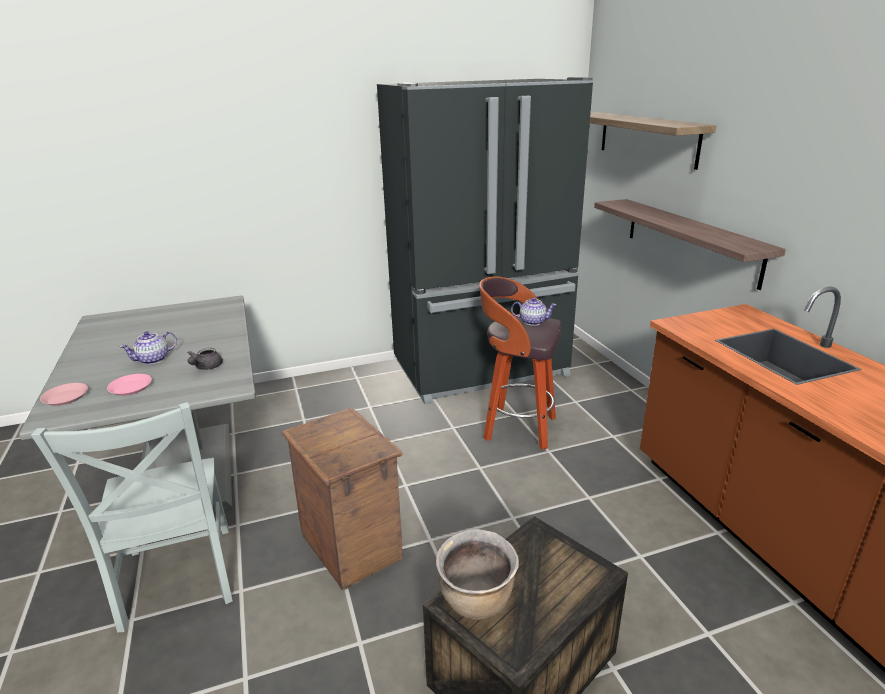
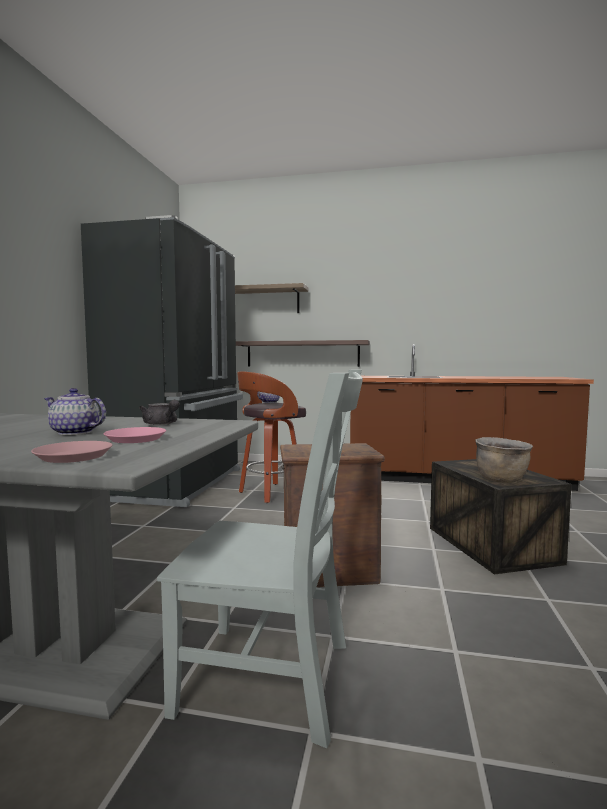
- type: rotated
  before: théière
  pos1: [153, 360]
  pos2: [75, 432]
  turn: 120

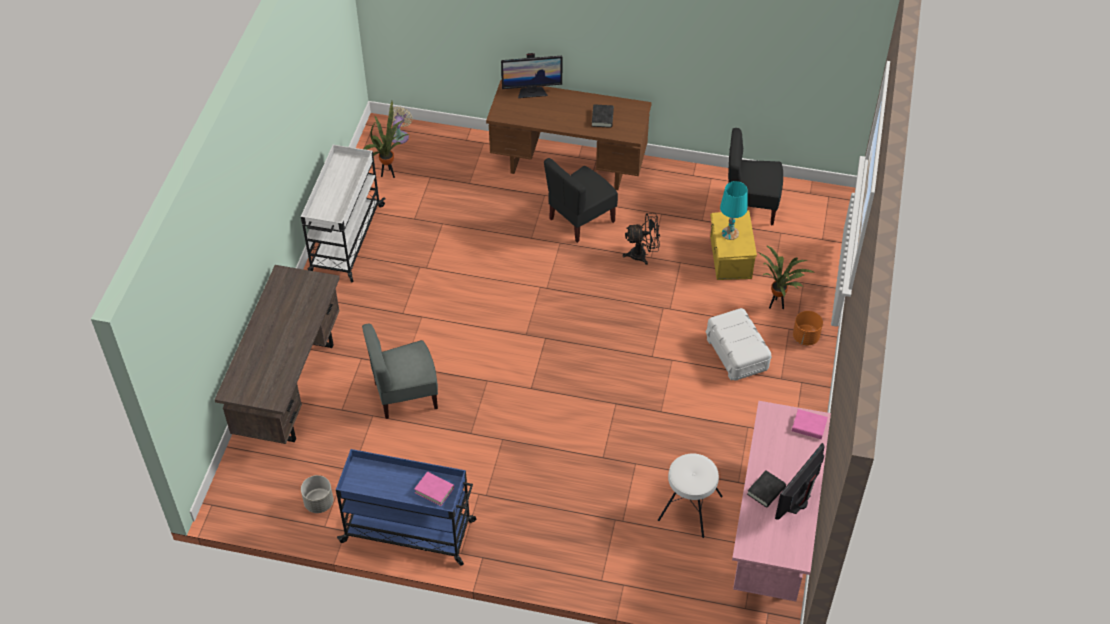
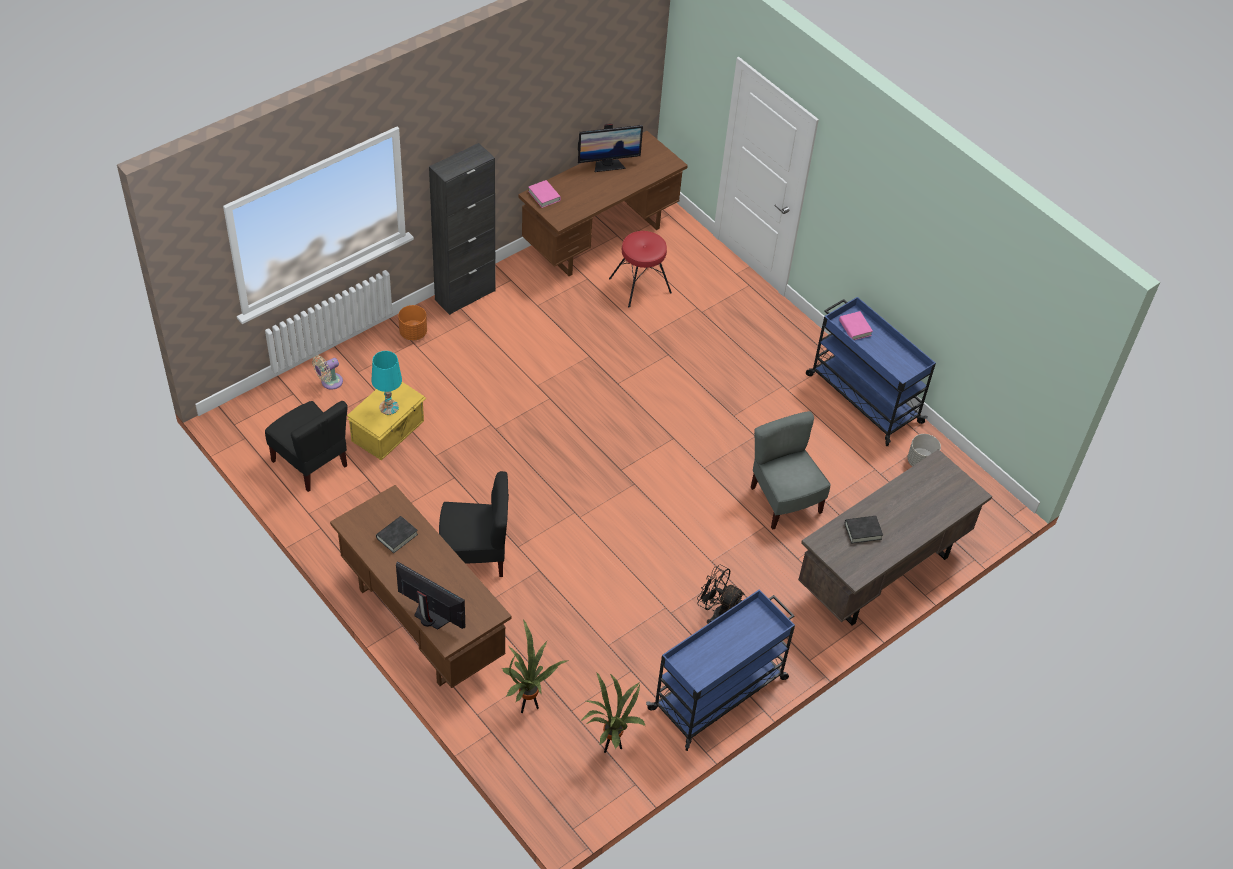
- type: repainted
  before: chariot (blanc)
  after: chariot (bleu)
  pos1: [346, 240]
  pos2: [719, 693]
- type: rotated
  before: chaise (gris)
  pos1: [405, 395]
  pos2: [784, 500]
  turn: -135
- type: shifted
  before: ventilateur (beige)
  pos1: [400, 136]
  pos2: [329, 382]
- type: shifted
  before: ventilateur (noir)
  pos1: [642, 254]
  pos2: [717, 613]
- type: repainted
  before: tabouret (blanc)
  after: tabouret (rouge)
  pos1: [689, 508]
  pos2: [640, 286]
- type: gone
  before: boîte de rangement (blanc)
  pos1: [737, 353]
- type: repainted
  before: bureau (rose)
  after: bureau (marron)
  pos1: [773, 533]
  pos2: [600, 238]
- type: shifted
  before: livre (noir)
  pos1: [766, 491]
  pos2: [863, 531]
- type: shifted
  before: plante en pot
  pos1: [776, 306]
  pos2: [528, 705]
- type: new
  after: meuble de rangement (noir)
  pos2: [465, 295]

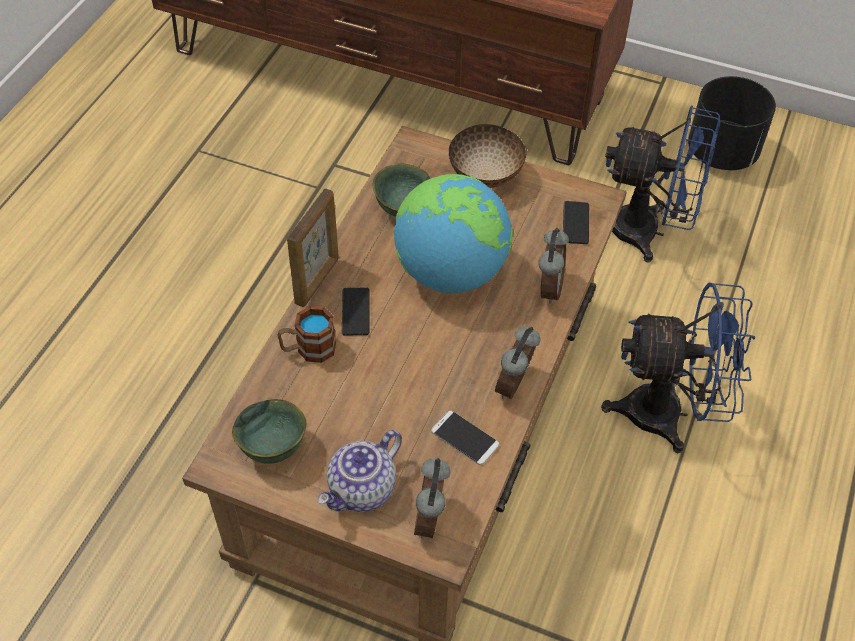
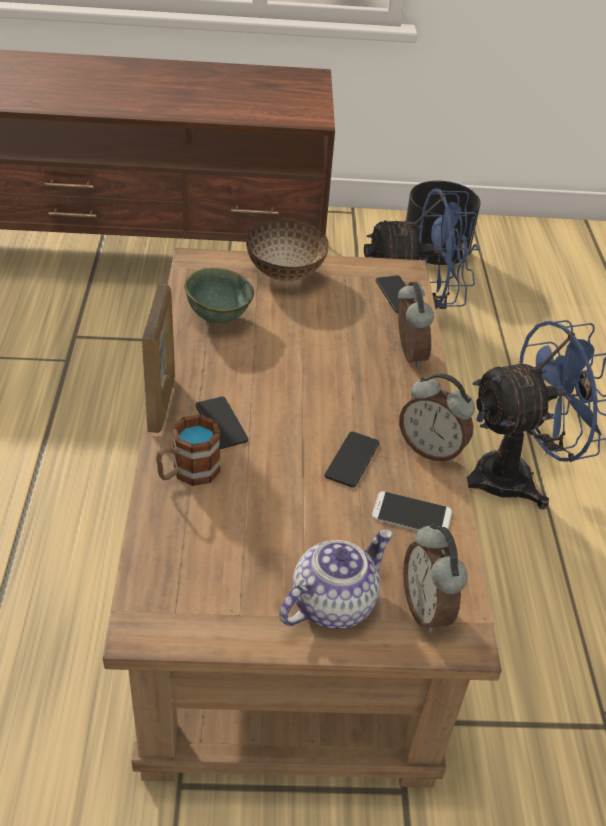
- type: gone
  before: bol (vert)
  pos1: [272, 449]
- type: rotated
  before: théière
  pos1: [362, 490]
  pos2: [333, 602]
  turn: -150
- type: gone
  before: globe
  pos1: [450, 272]
- type: rotated
  before: réveil
  pos1: [515, 385]
  pos2: [431, 450]
  turn: -60
- type: new
  after: téléphone
  pos2: [352, 460]

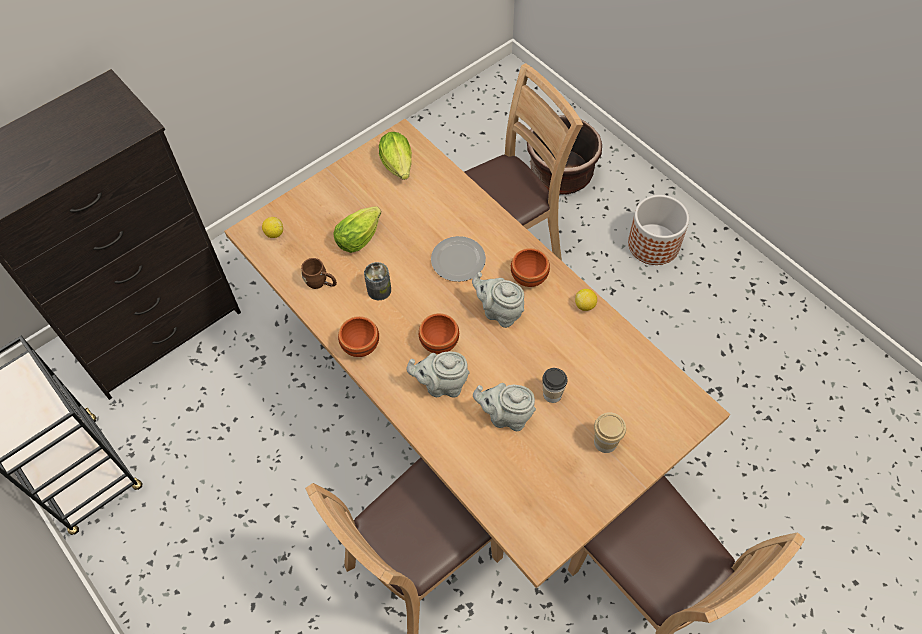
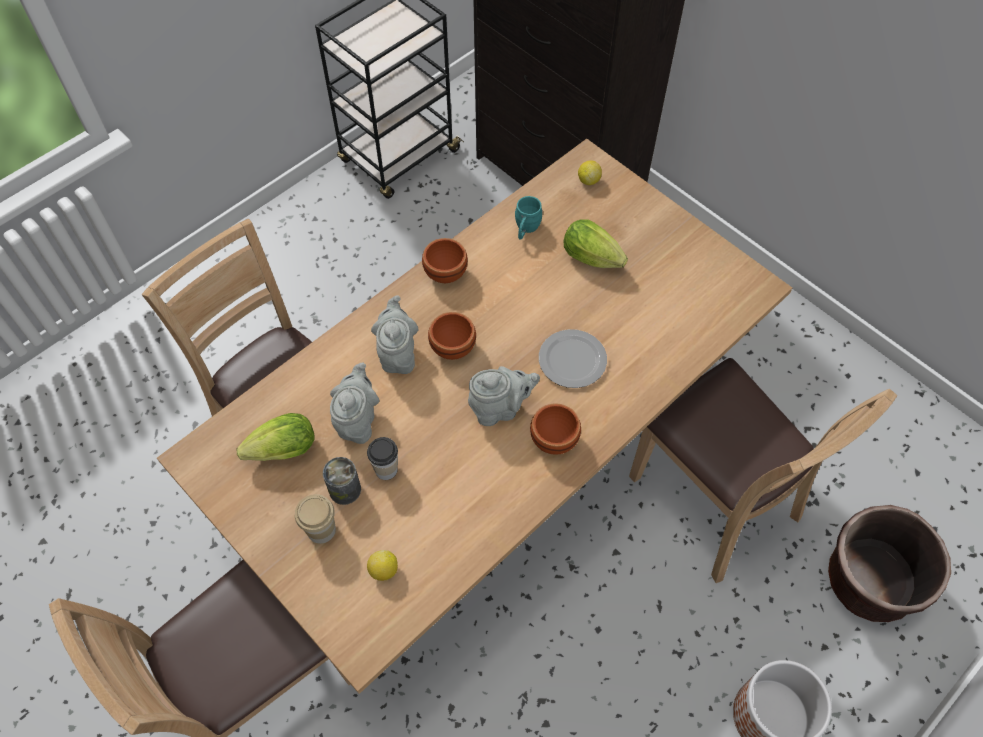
- type: repainted
  before: mug (marron)
  after: mug (turquoise)
  pos1: [321, 283]
  pos2: [526, 229]
- type: shifted
  before: boîte métallique
  pos1: [379, 290]
  pos2: [345, 489]
- type: shifted
  before: laitue
  pos1: [399, 168]
  pos2: [279, 451]
- type: rotated
  before: théière (gris)
  pos1: [499, 312]
  pos2: [500, 408]
  turn: 45
- type: shifted
  before: citron
  pos1: [585, 305]
  pos2: [383, 570]

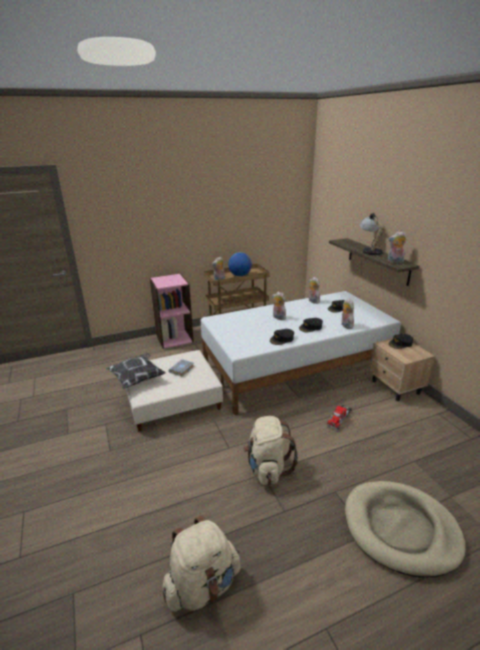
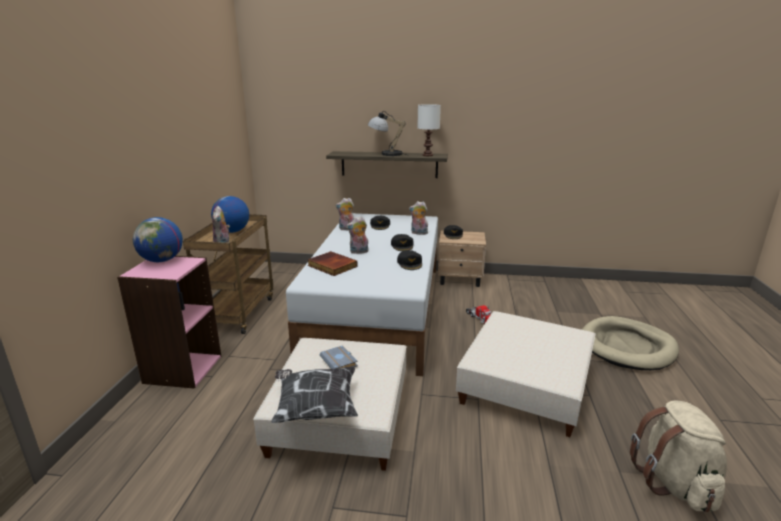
- type: swapped
  before: sac à dos (beige)
  after: pouf (beige)
  pos1: [267, 468]
  pos2: [526, 384]
- type: swapped
  before: peluche
  after: lampe de table (blanc)
  pos1: [394, 261]
  pos2: [427, 155]
- type: new
  after: globe
  pos2: [162, 260]
- type: new
  after: livre
  pos2: [331, 266]

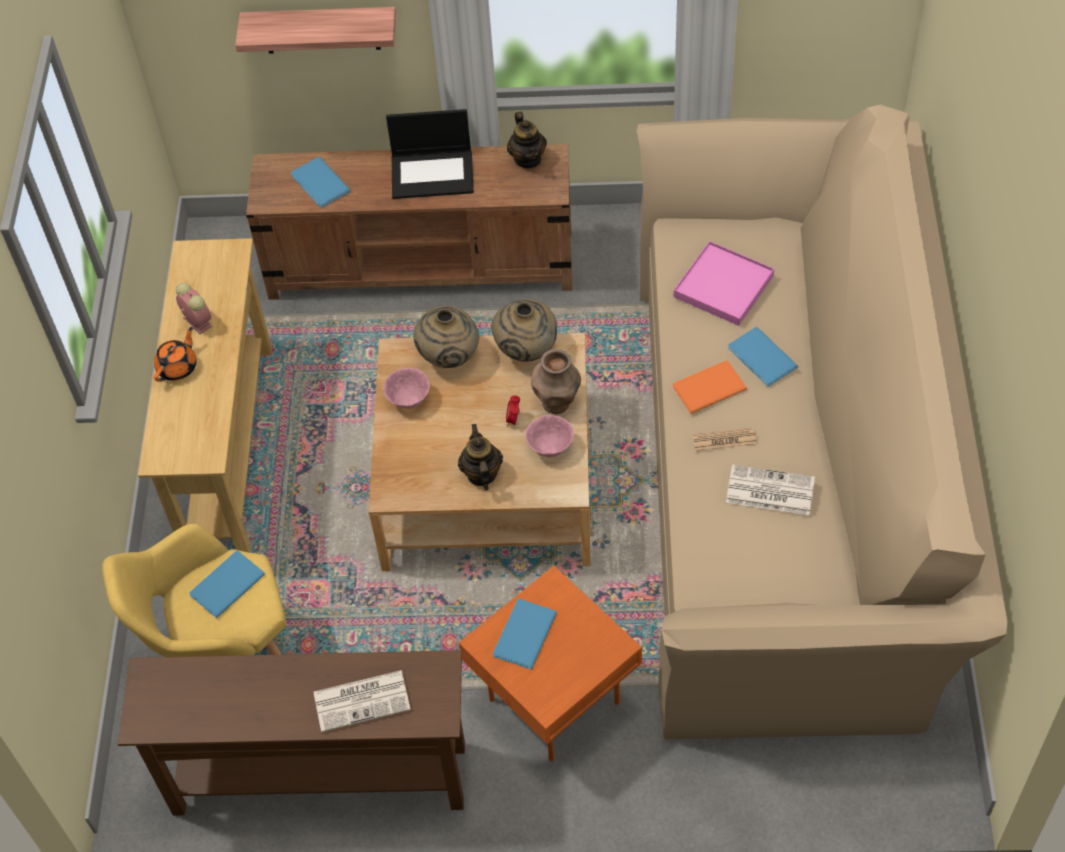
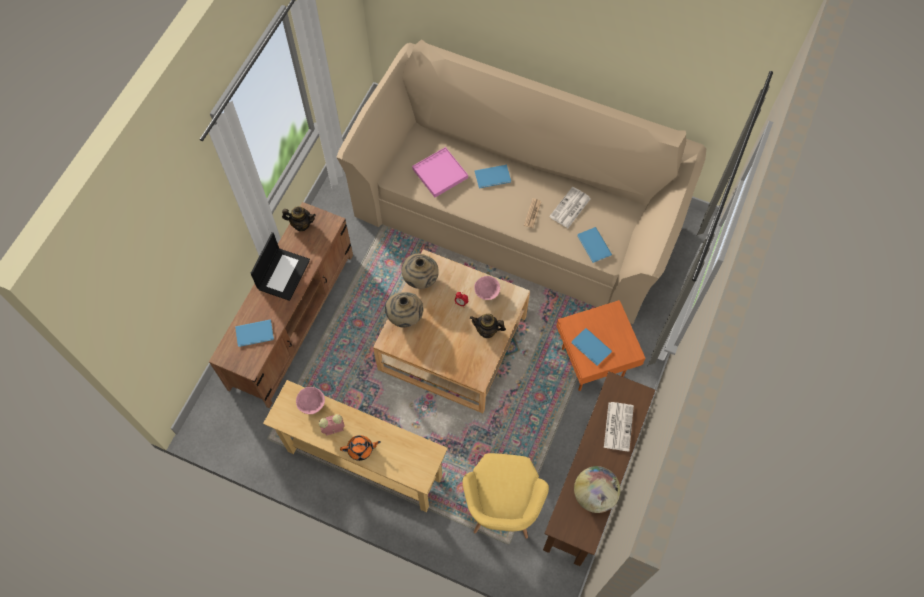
- type: rotated
  before: théière (orange)
  pos1: [178, 367]
  pos2: [361, 449]
  turn: 120
- type: shifted
  before: livre (bleu)
  pos1: [224, 585]
  pos2: [593, 246]
- type: gone
  before: étagère
  pos1: [321, 30]
- type: shifted
  before: bol (rose)
  pos1: [408, 400]
  pos2: [312, 405]
- type: gone
  before: vase (marron)
  pos1: [557, 403]
- type: gone
  before: livre (orange)
  pos1: [706, 387]
- type: new
  after: globe
  pos2: [594, 495]

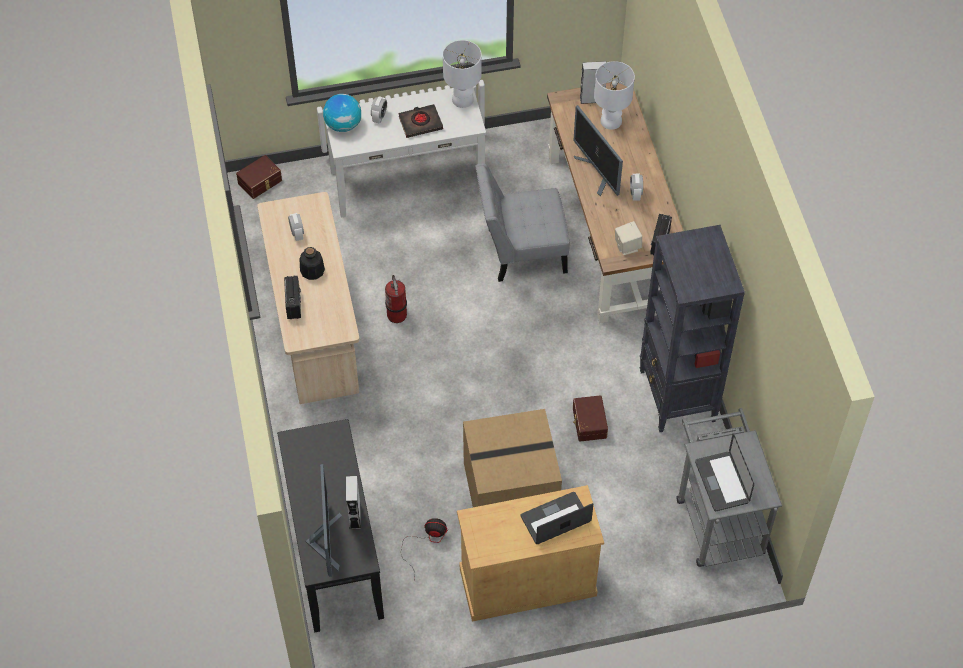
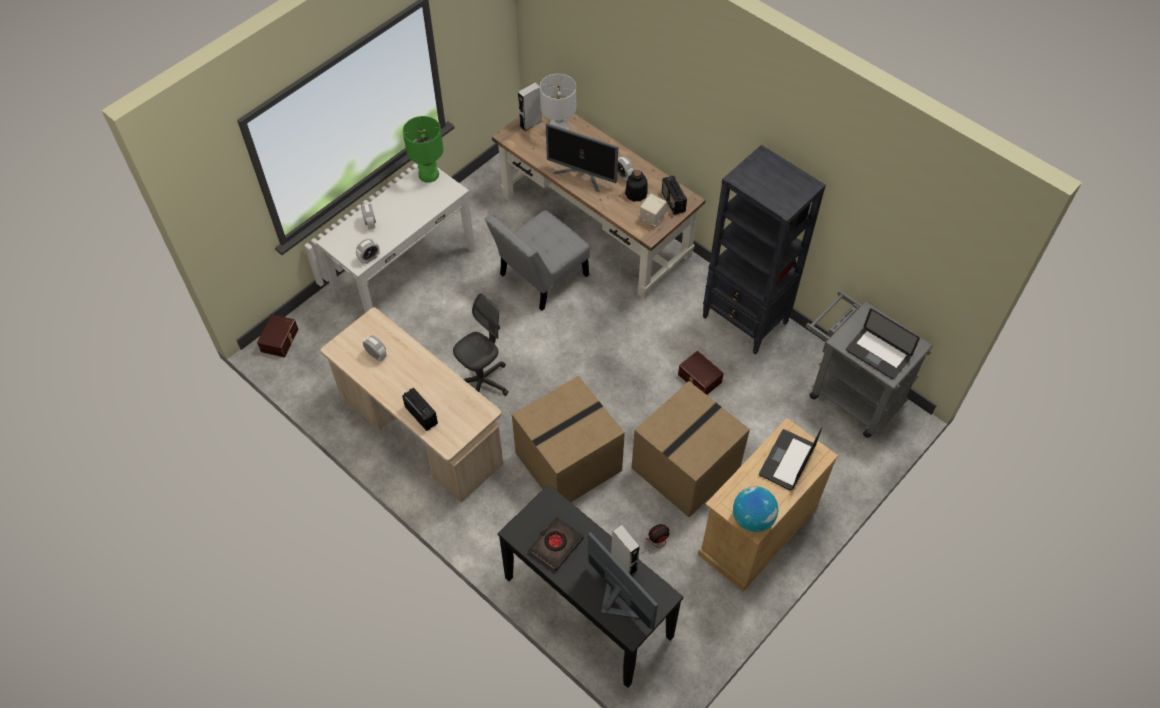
- type: shifted
  before: bouteille
  pos1: [312, 270]
  pos2: [636, 194]
- type: shifted
  before: globe
  pos1: [343, 125]
  pos2: [752, 518]
- type: swapped
  before: extincteur
  after: chaise de bureau (gris)
  pos1: [397, 314]
  pos2: [482, 382]
- type: shifted
  before: livre (noir)
  pos1: [420, 123]
  pos2: [556, 544]
- type: repainted
  before: lampe de table (blanc)
  after: lampe de table (vert)
  pos1: [462, 100]
  pos2: [429, 175]
- type: new
  after: réveil
  pos2: [369, 258]
- type: new
  after: carton
  pos2: [568, 463]

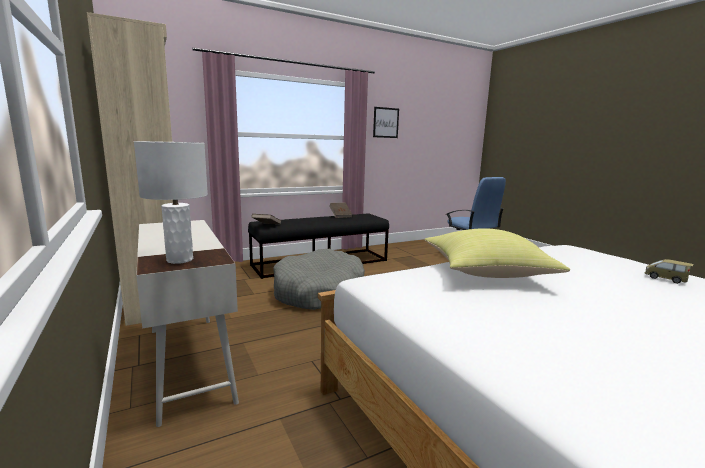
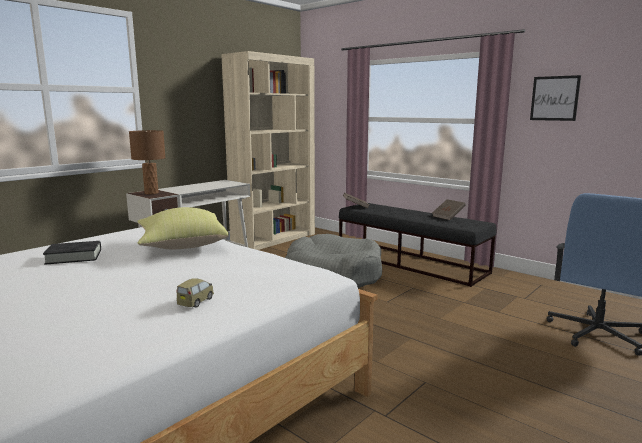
- type: repainted
  before: lampe de table (blanc)
  after: lampe de table (marron)
  pos1: [179, 260]
  pos2: [151, 193]
- type: new
  after: livre (noir)
  pos2: [74, 257]

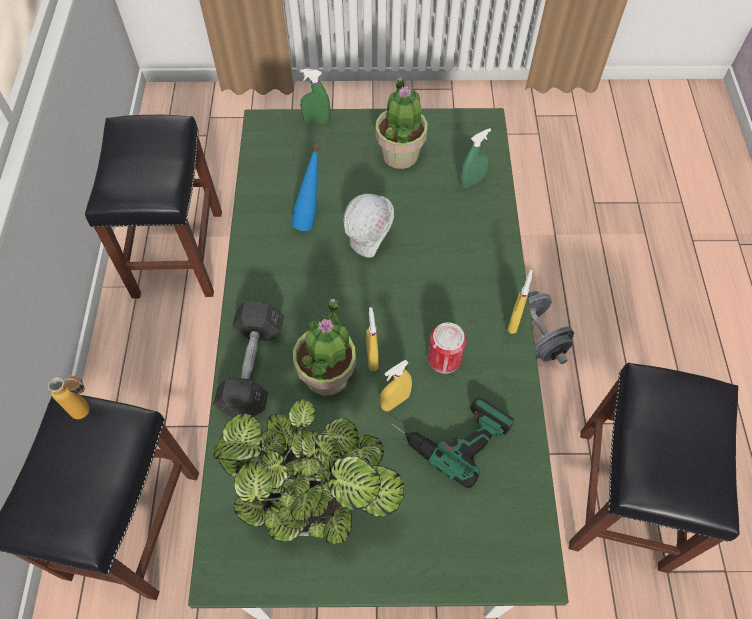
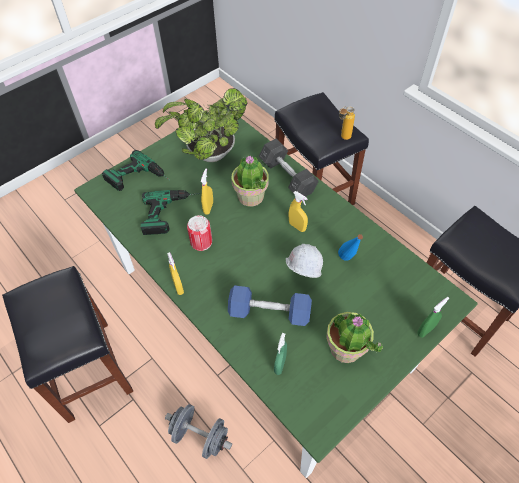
- type: shifted
  before: vaporisateur (jaune)
  pos1: [372, 358]
  pos2: [297, 226]
- type: new
  after: perceuse
  pos2: [139, 180]
- type: new
  after: haltère (bleu)
  pos2: [269, 312]

